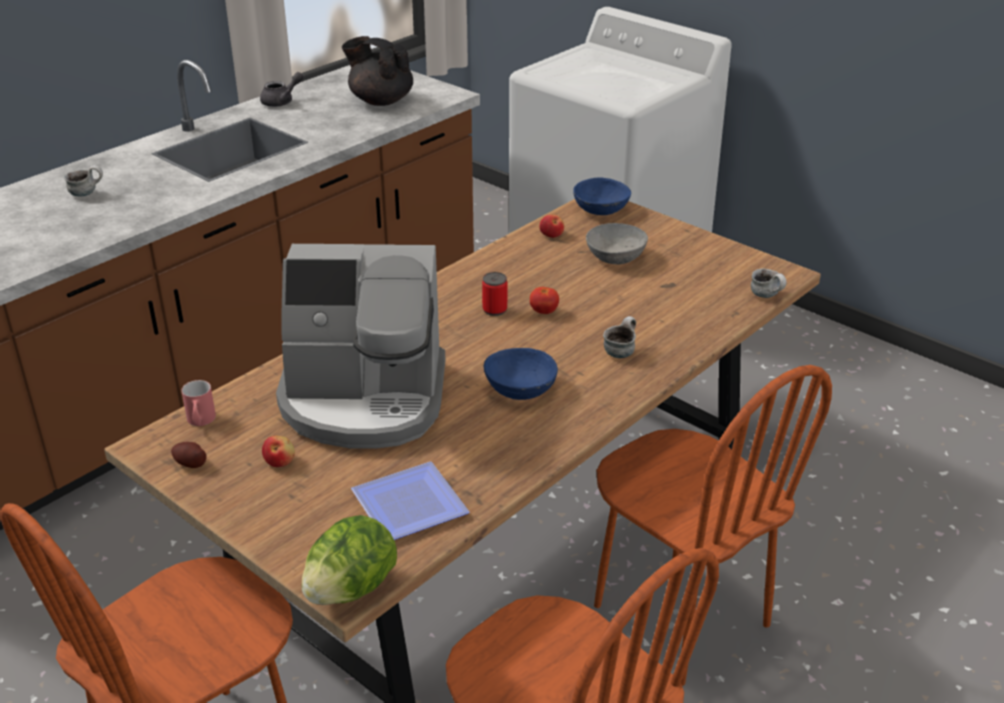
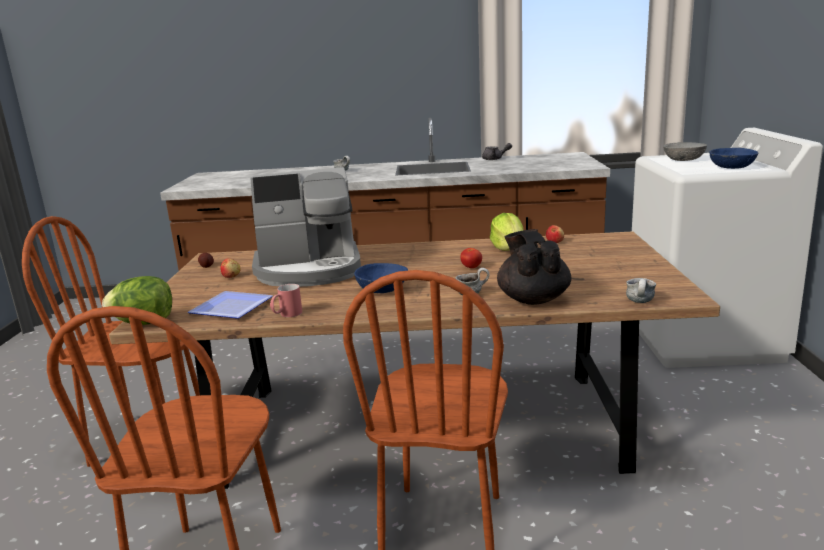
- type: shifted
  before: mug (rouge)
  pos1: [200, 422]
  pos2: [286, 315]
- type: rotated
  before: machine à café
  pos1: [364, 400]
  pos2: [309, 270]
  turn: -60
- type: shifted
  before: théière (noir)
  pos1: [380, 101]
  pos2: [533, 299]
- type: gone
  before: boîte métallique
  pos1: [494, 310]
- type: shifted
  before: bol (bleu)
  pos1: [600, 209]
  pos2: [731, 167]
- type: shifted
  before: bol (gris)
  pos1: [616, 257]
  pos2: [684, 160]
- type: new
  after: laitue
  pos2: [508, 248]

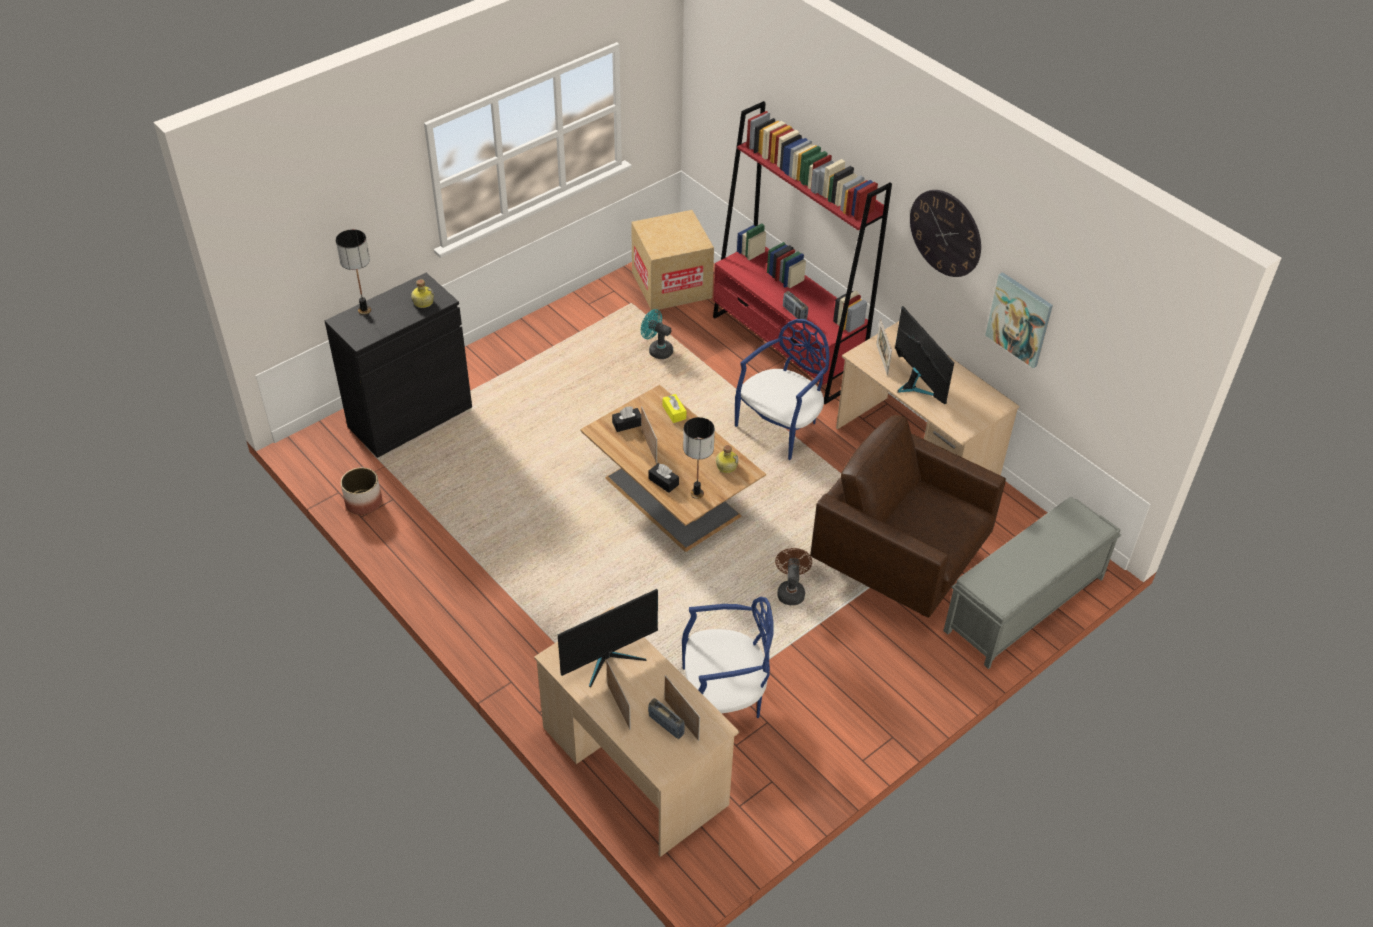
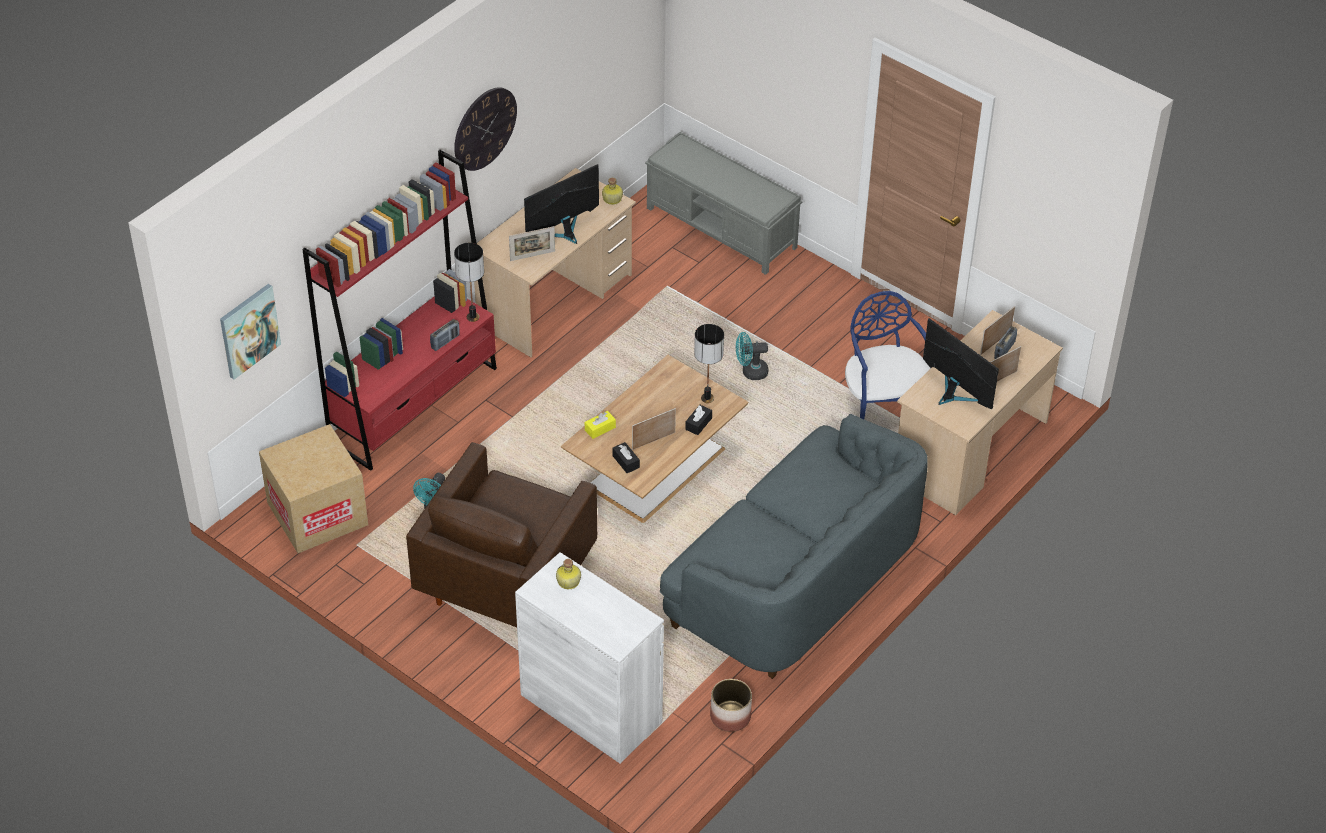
- type: repainted
  before: meuble de rangement (noir)
  after: meuble de rangement (blanc)
  pos1: [410, 417]
  pos2: [591, 708]
- type: shifted
  before: lampe de table
  pos1: [364, 310]
  pos2: [472, 317]
- type: shifted
  before: bouteille
  pos1: [726, 466]
  pos2: [612, 199]
- type: gone
  before: chaise (bleu)
  pos1: [781, 427]
- type: repainted
  before: ventilateur (marron)
  after: ventilateur (turquoise)
  pos1: [790, 591]
  pos2: [750, 372]
- type: shifted
  before: fauteuil (marron)
  pos1: [900, 560]
  pos2: [506, 579]
- type: shifted
  before: tableau
  pos1: [1019, 319]
  pos2: [249, 330]
- type: new
  after: canapé (gris)
  pos2: [795, 580]

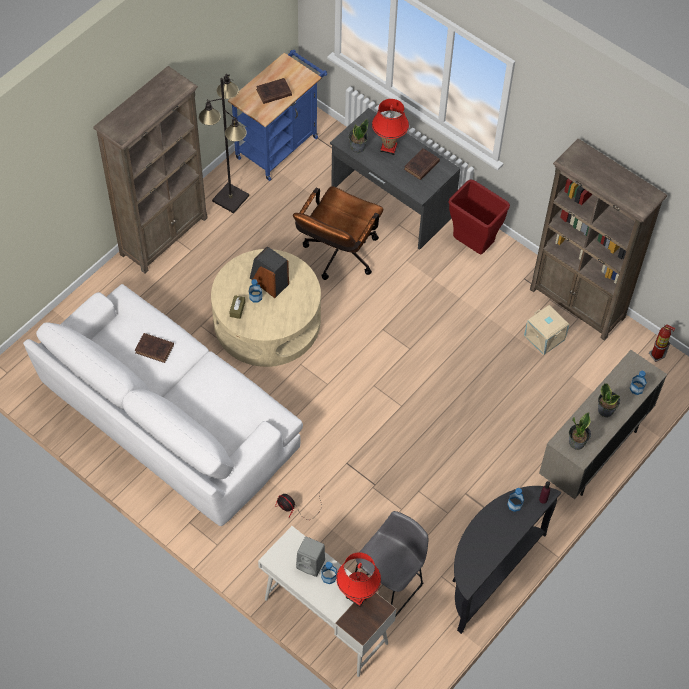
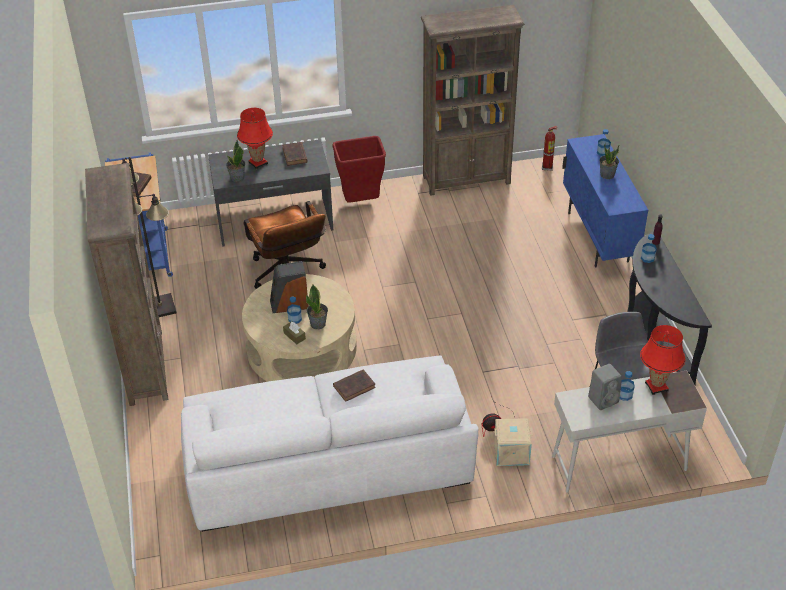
- type: shifted
  before: livre (marron)
  pos1: [155, 349]
  pos2: [355, 386]
- type: shifted
  before: boîte de rangement (beige)
  pos1: [545, 337]
  pos2: [511, 452]
- type: repainted
  before: meuble de rangement (beige)
  after: meuble de rangement (bleu)
  pos1: [593, 452]
  pos2: [598, 237]
- type: shifted
  before: plante en pot
  pos1: [577, 443]
  pos2: [318, 324]

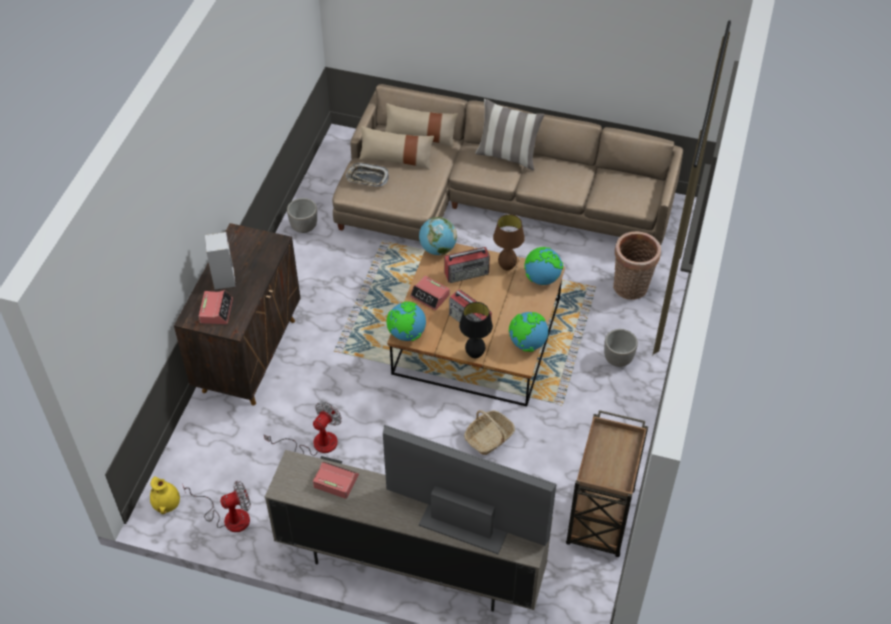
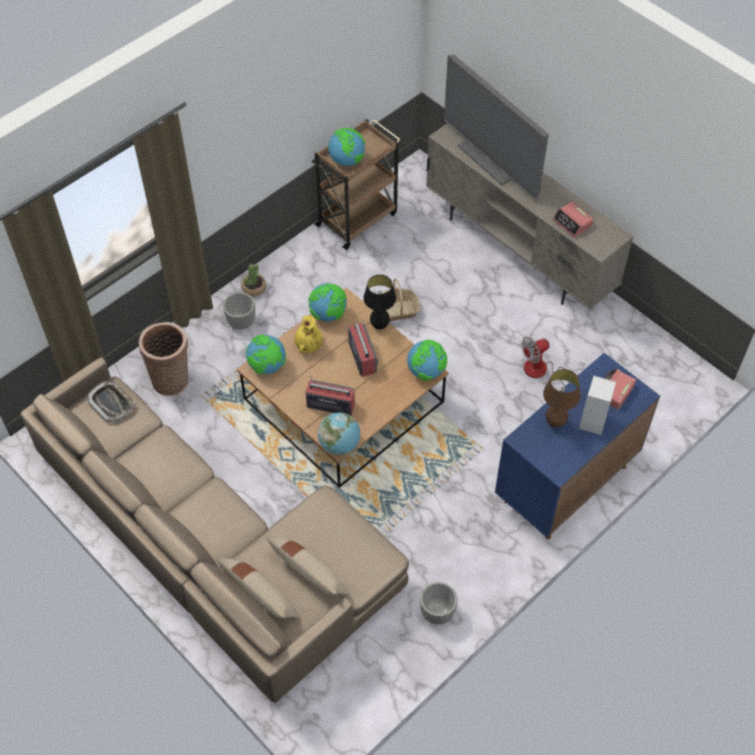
- type: shifted
  before: vase (jaune)
  pos1: [167, 504]
  pos2: [308, 346]
- type: repainted
  before: meuble de rangement (marron)
  after: meuble de rangement (bleu)
  pos1: [249, 354]
  pos2: [565, 484]
- type: gone
  before: ventilateur
  pos1: [228, 517]
- type: shifted
  before: plateau
  pos1: [367, 178]
  pos2: [111, 403]
- type: gone
  before: réveil
  pos1: [430, 296]
- type: gone
  before: coussin
  pos1: [508, 156]
- type: shifted
  before: lampe de table (marron)
  pos1: [507, 267]
  pos2: [555, 423]
- type: new
  after: plante en pot
  pos2: [254, 288]
- type: new
  after: globe
  pos2: [347, 160]

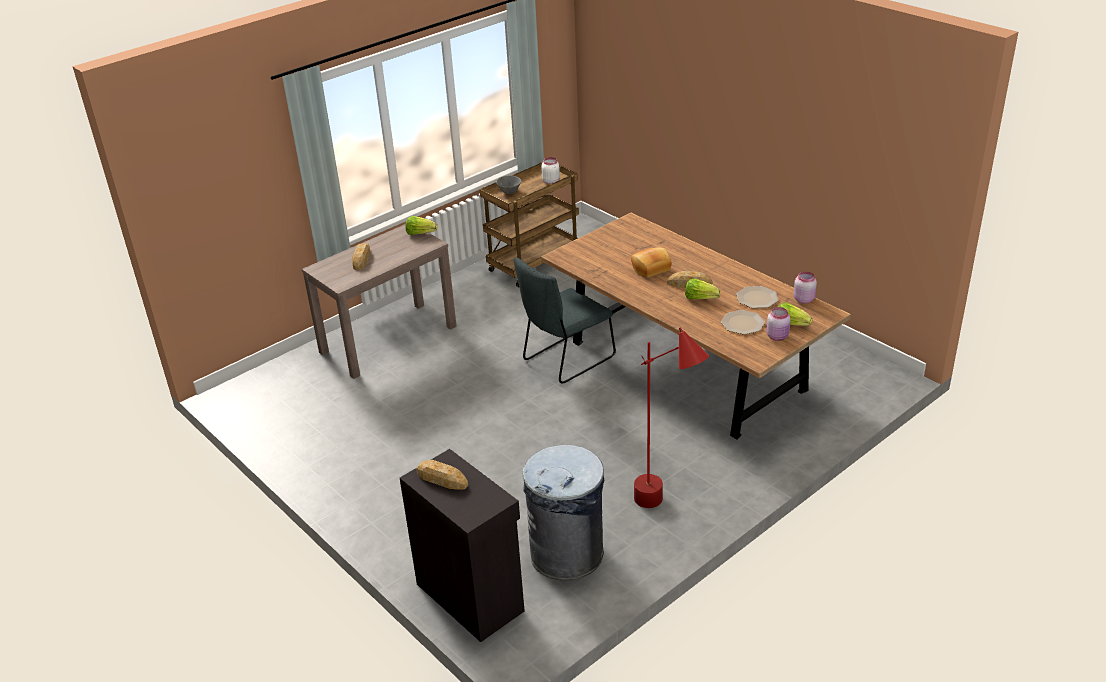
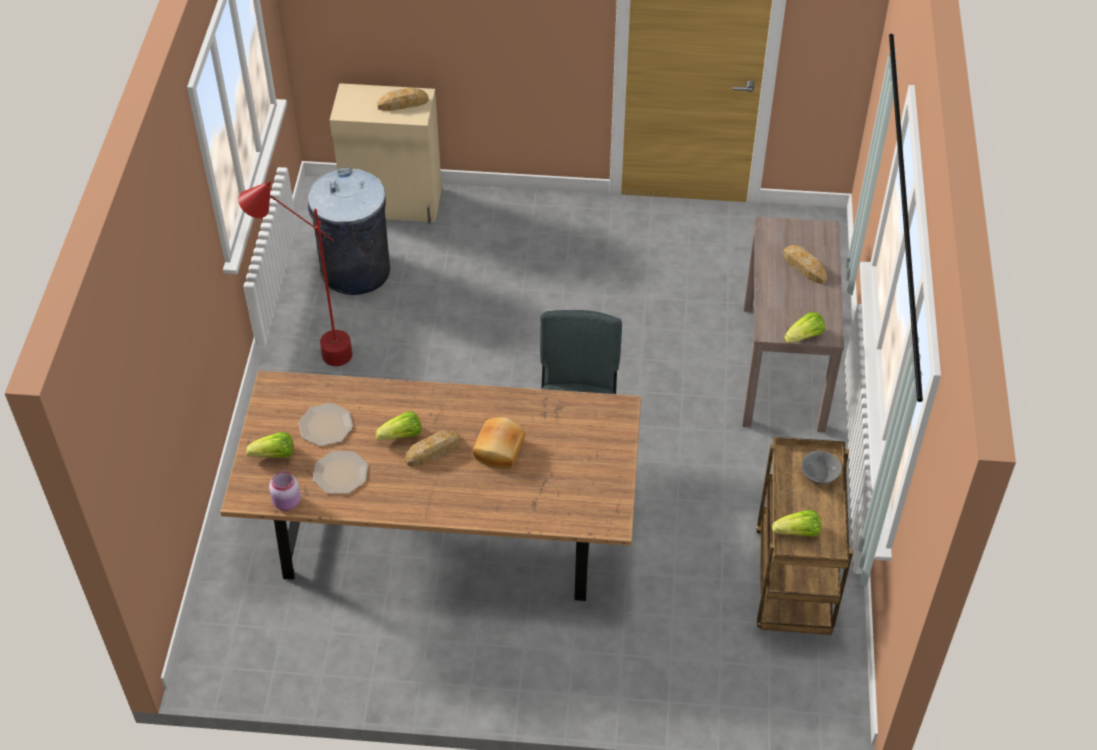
- type: repainted
  before: meuble de rangement (noir)
  after: meuble de rangement (beige)
  pos1: [470, 596]
  pos2: [393, 203]
- type: swapped
  before: bocal (blanc)
  after: laitue
  pos1: [551, 181]
  pos2: [798, 533]
- type: gone
  before: bocal (rose)
  pos1: [778, 336]

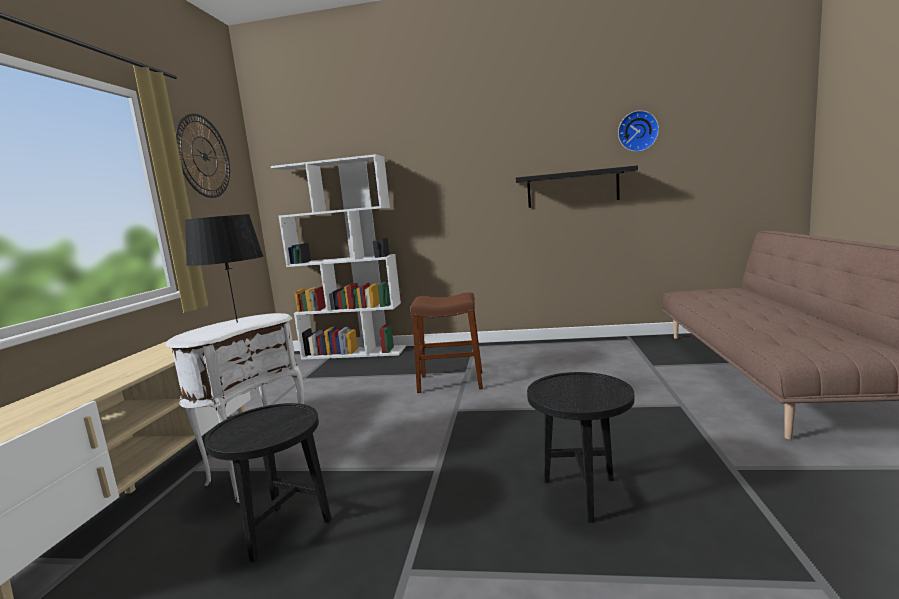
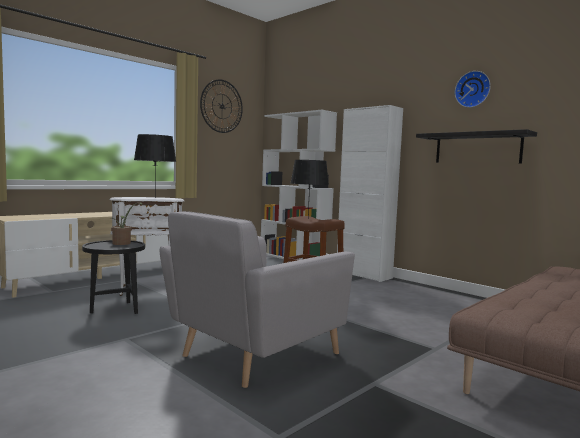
- type: swapped
  before: table d'appoint (noir)
  after: fauteuil (gris)
  pos1: [583, 496]
  pos2: [253, 353]
- type: shifted
  before: horloge murale
  pos1: [637, 131]
  pos2: [473, 89]
- type: new
  after: plante en pot
  pos2: [123, 244]
- type: new
  after: lampe de table (noir)
  pos2: [308, 218]
- type: new
  after: meuble de rangement (blanc)
  pos2: [363, 275]

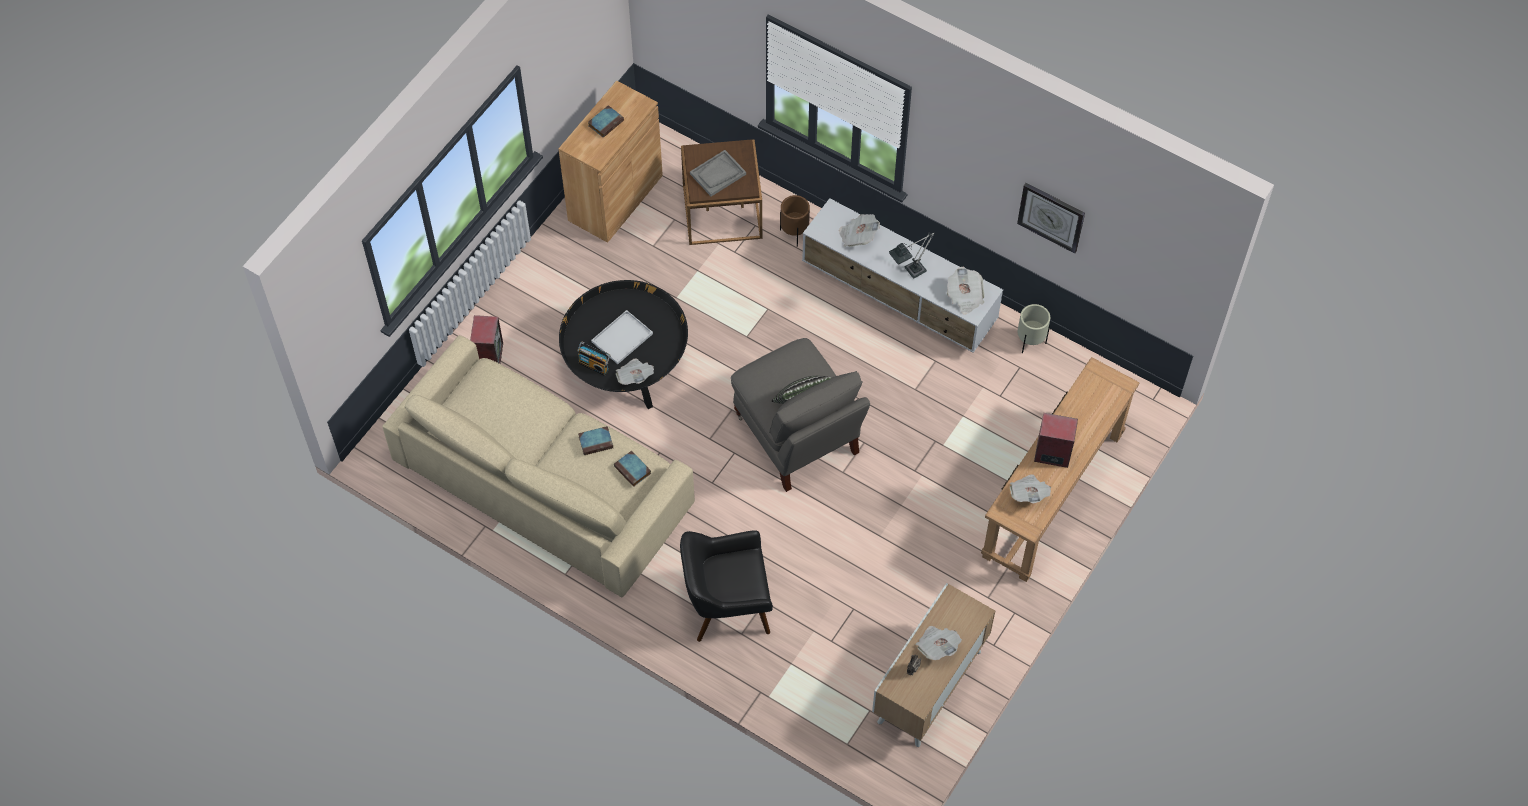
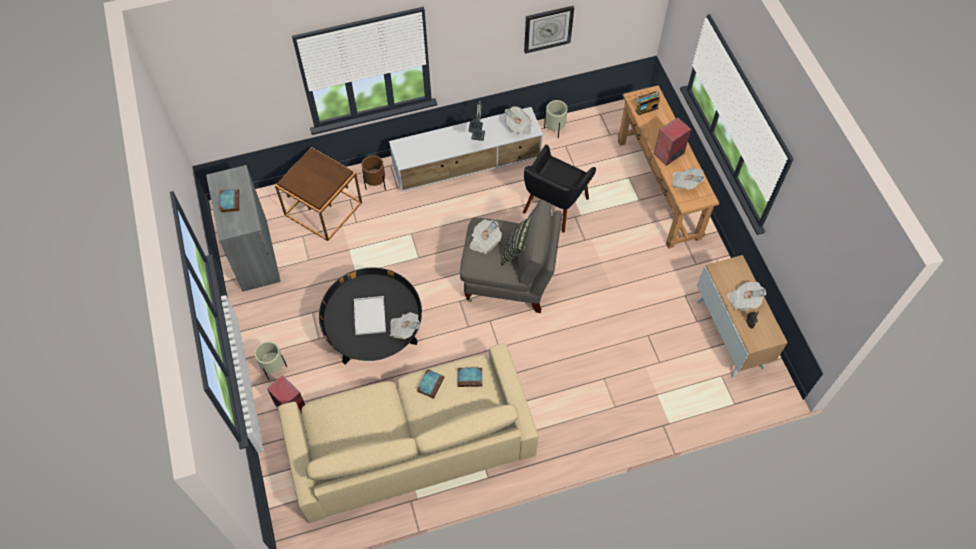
- type: repainted
  before: meuble de rangement (marron)
  after: meuble de rangement (gris)
  pos1: [615, 198]
  pos2: [254, 255]
- type: shifted
  before: radio
  pos1: [594, 365]
  pos2: [646, 108]
- type: shifted
  before: fauteuil (noir)
  pos1: [726, 605]
  pos2: [554, 205]
- type: gone
  before: plateau (gris)
  pos1: [718, 174]
- type: shifted
  before: journal
  pos1: [858, 236]
  pos2: [484, 241]
- type: new
  after: cache-pot (beige)
  pos2: [274, 368]

